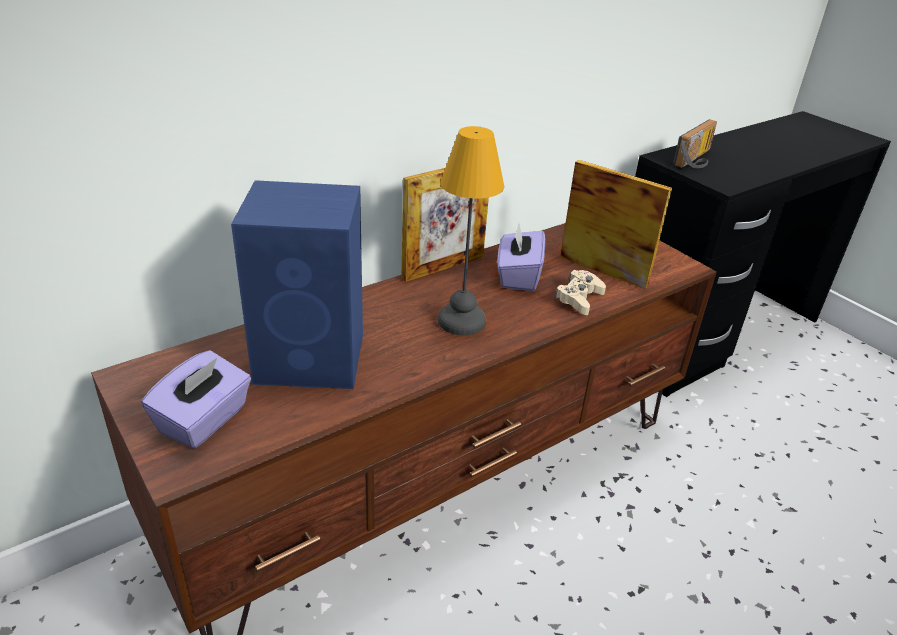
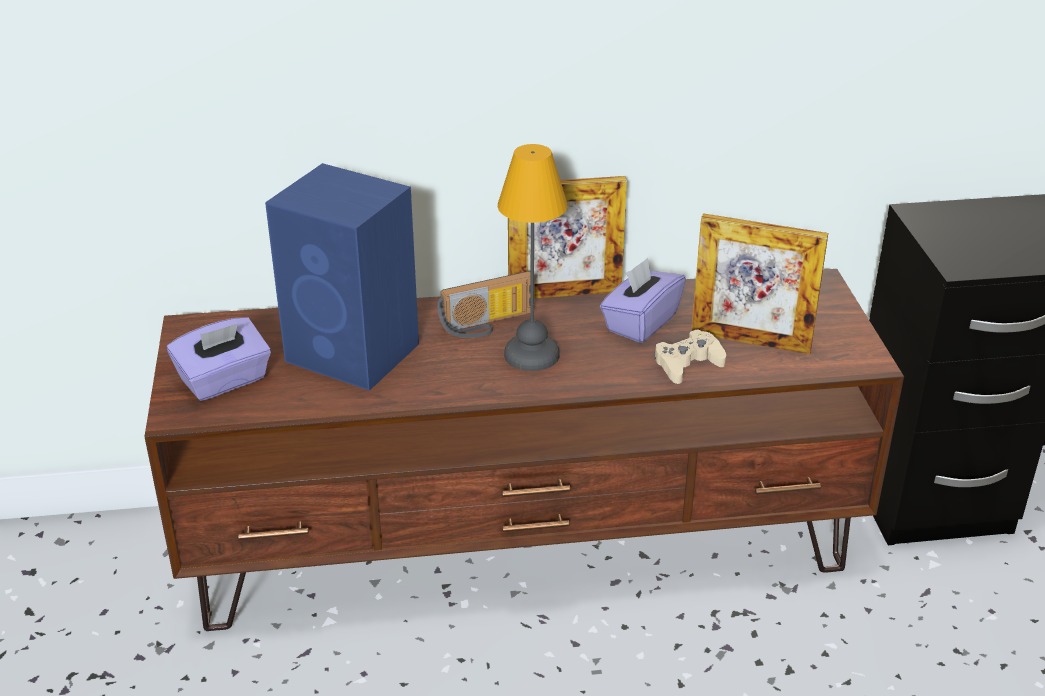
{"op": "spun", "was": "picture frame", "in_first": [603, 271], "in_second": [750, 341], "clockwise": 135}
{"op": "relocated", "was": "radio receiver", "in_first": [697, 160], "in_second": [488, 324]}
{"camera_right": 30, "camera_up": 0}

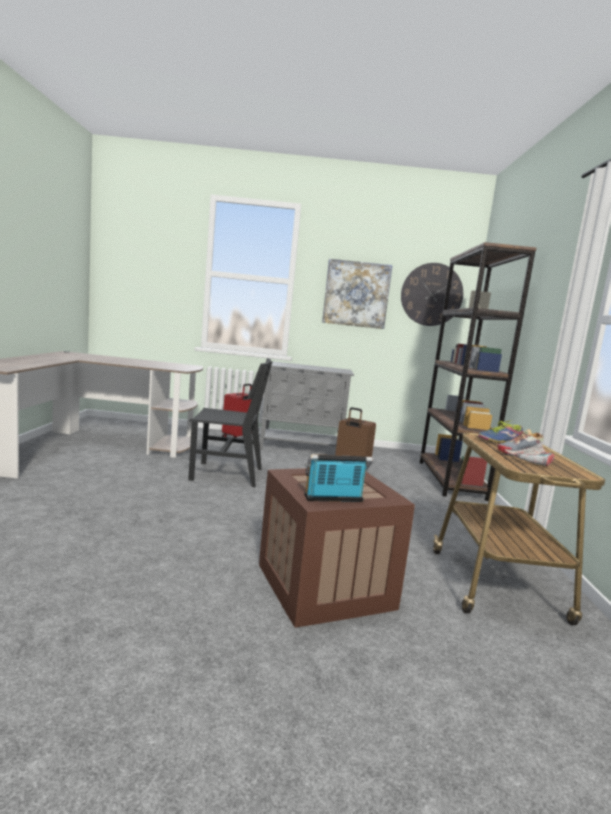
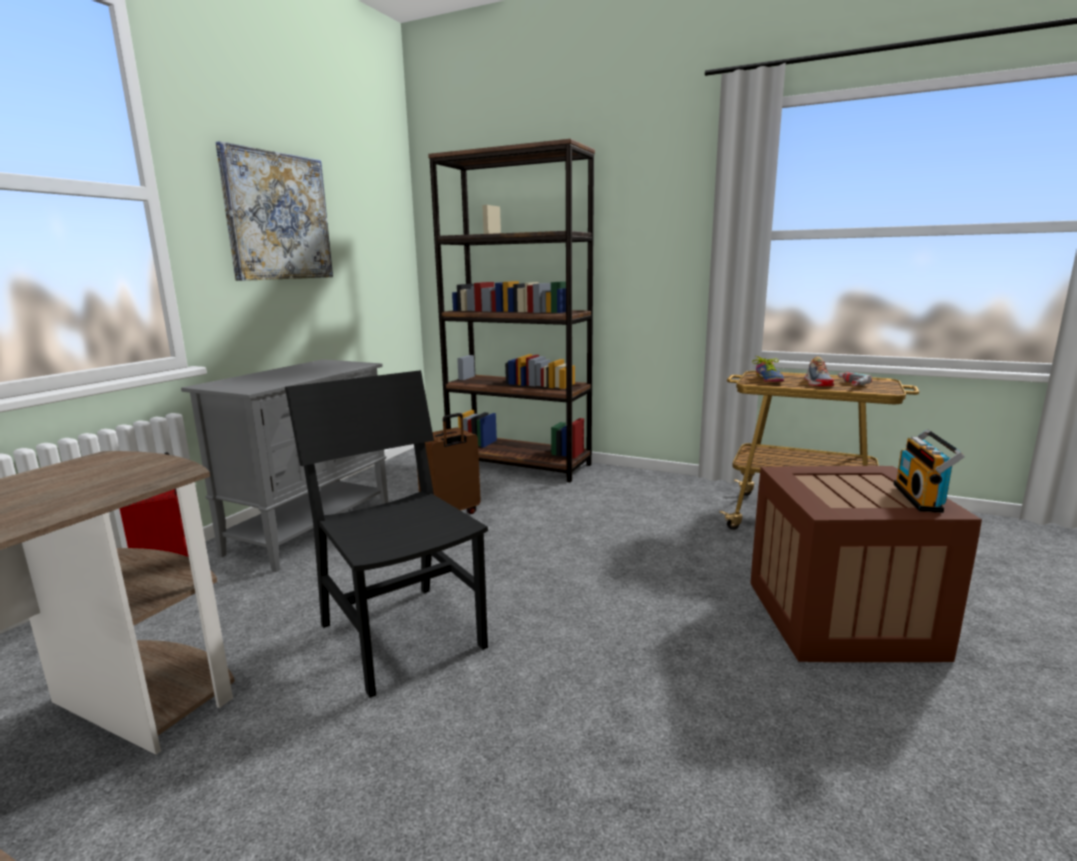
{"op": "spun", "was": "plain chair (black)", "in_first": [227, 474], "in_second": [402, 635], "clockwise": -60}
{"op": "missing", "was": "hanging clock", "in_first": [431, 294]}
{"camera_right": -65, "camera_up": 5}

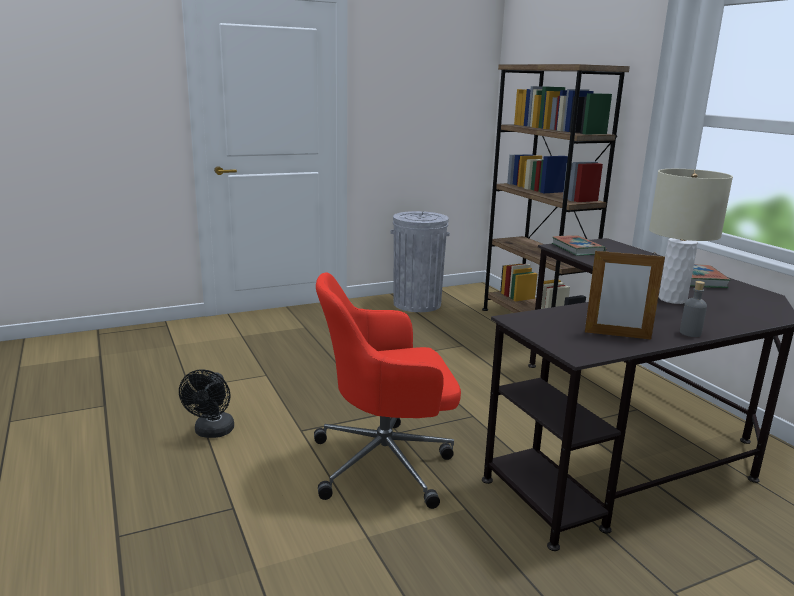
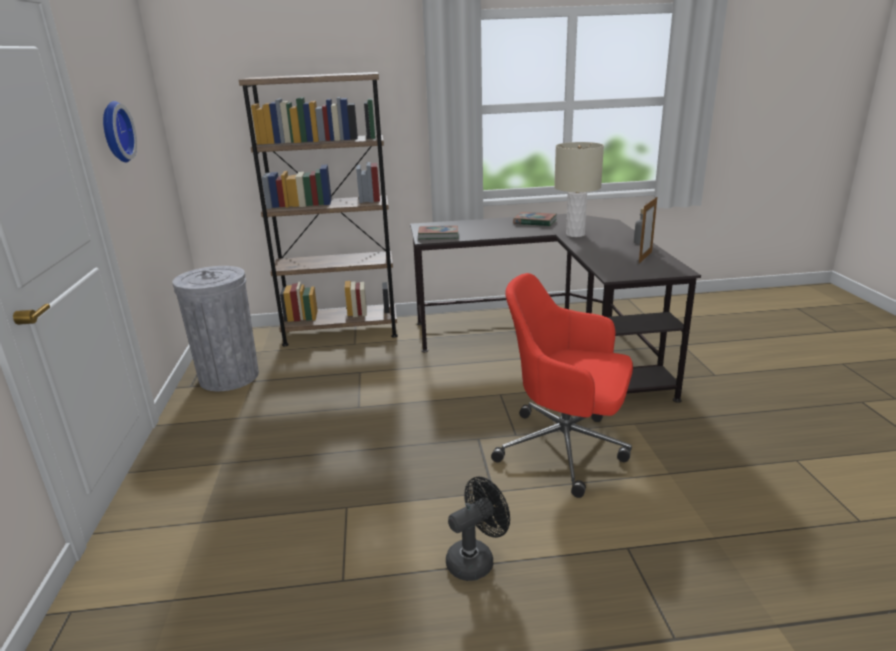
{"op": "spun", "was": "cooling fan (black)", "in_first": [212, 432], "in_second": [476, 559], "clockwise": -60}
{"op": "spun", "was": "desk chair (red)", "in_first": [386, 463], "in_second": [566, 449], "clockwise": 105}
{"op": "appeared", "now": "hanging clock", "in_second": [114, 132]}
{"camera_right": -70, "camera_up": 5}

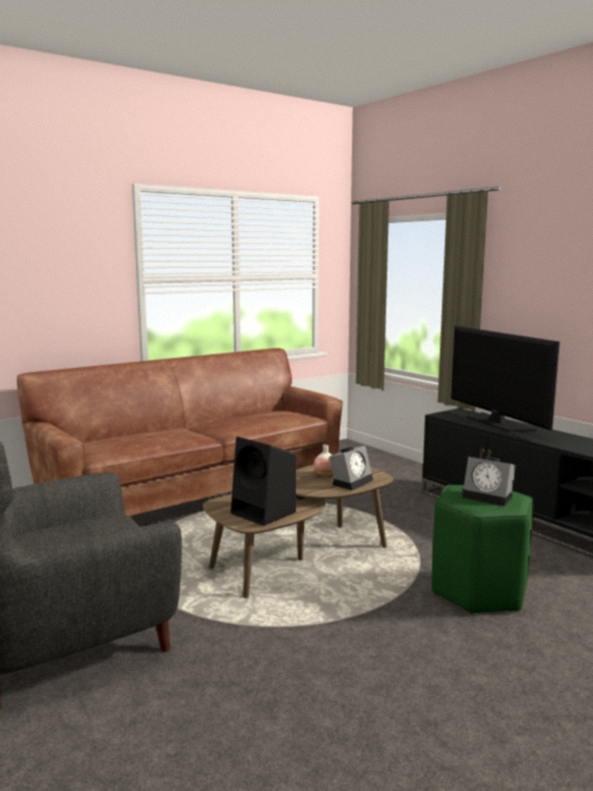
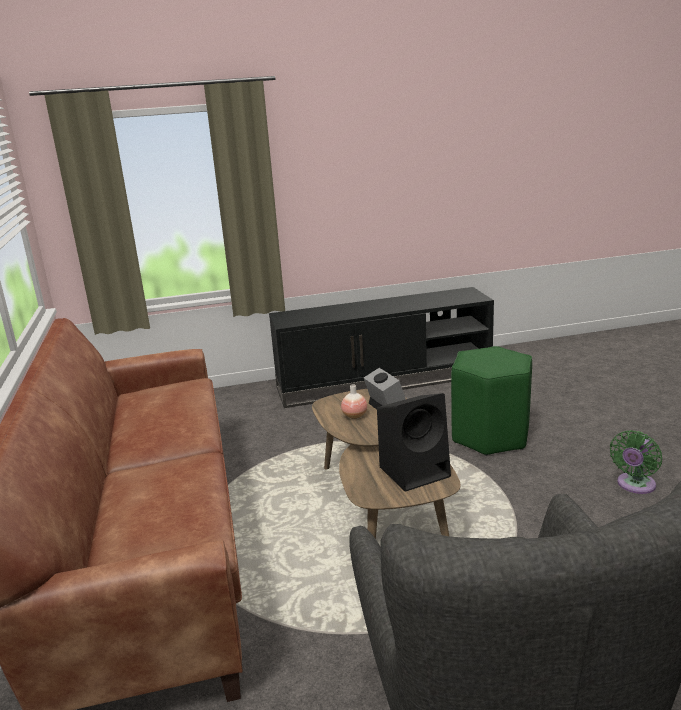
{"op": "missing", "was": "television", "in_first": [497, 422]}
{"op": "missing", "was": "bedside clock", "in_first": [489, 497]}
{"op": "appeared", "now": "cooling fan (greenish)", "in_second": [634, 485]}
{"camera_right": -65, "camera_up": 10}

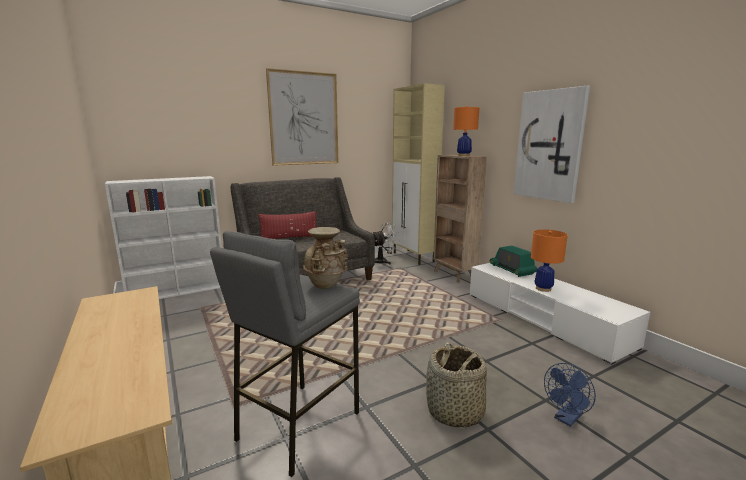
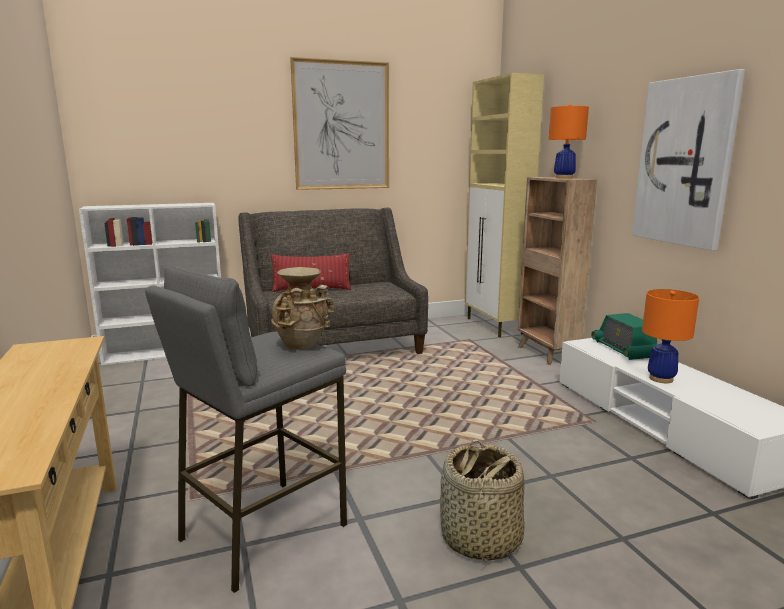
{"op": "missing", "was": "cooling fan (white-coloured)", "in_first": [383, 261]}
{"op": "missing", "was": "cooling fan (blue-coloured)", "in_first": [566, 419]}
{"camera_right": 10, "camera_up": 0}

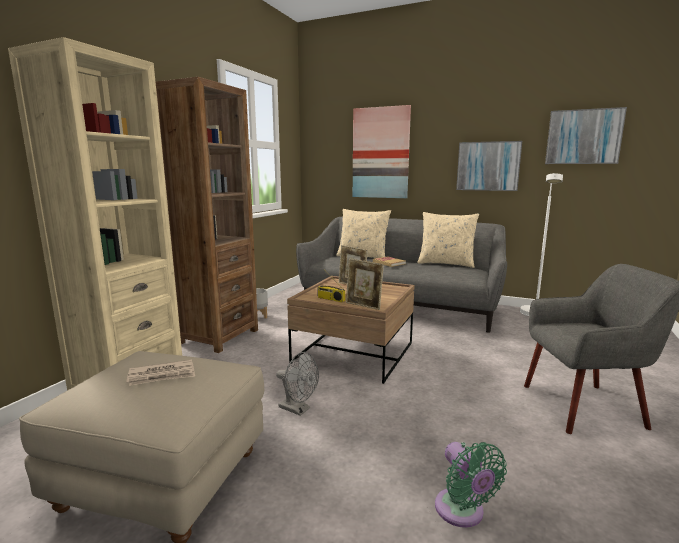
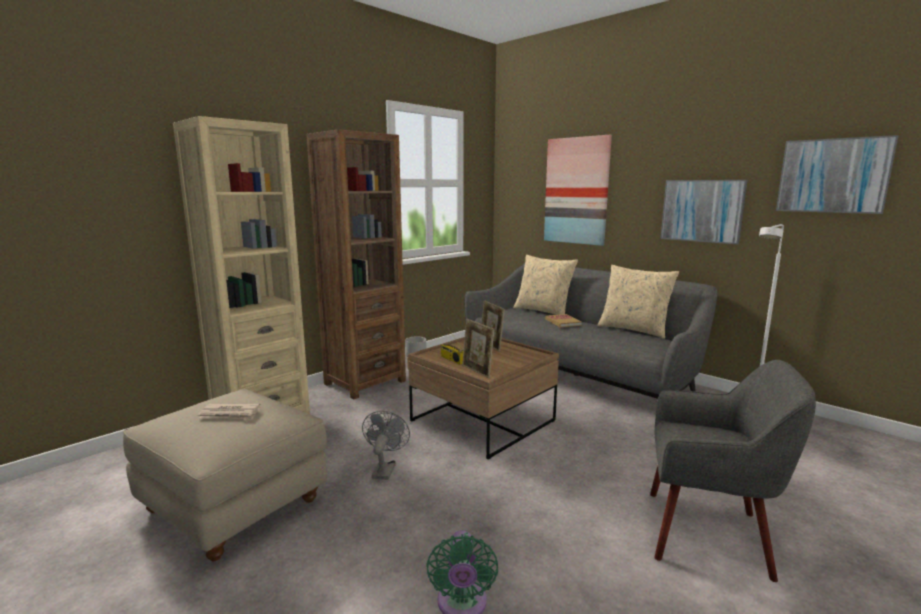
{"op": "spun", "was": "cooling fan (gray)", "in_first": [298, 409], "in_second": [385, 469], "clockwise": -135}
{"camera_right": 20, "camera_up": 0}

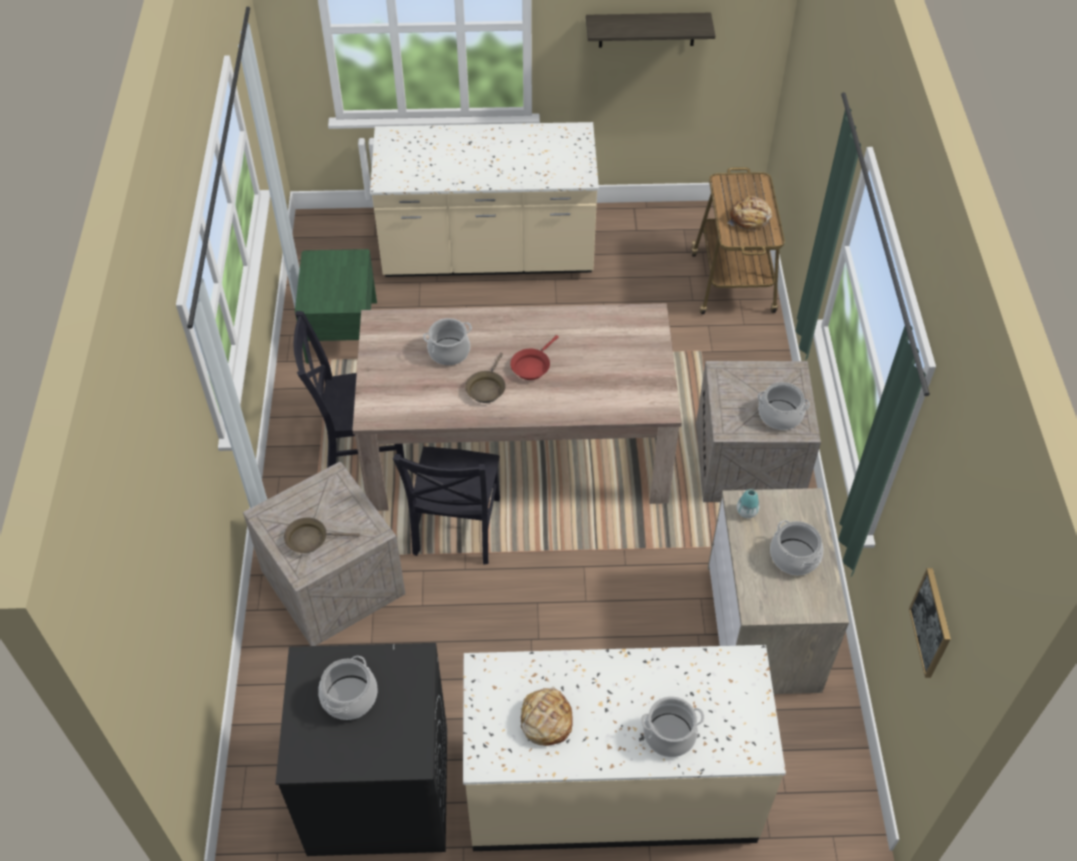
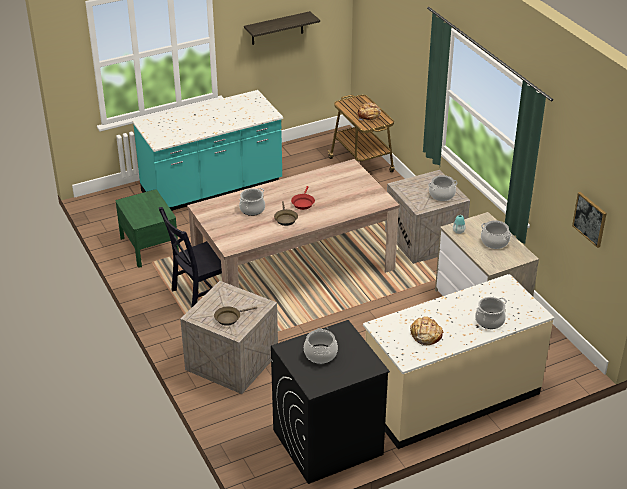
{"op": "colour", "was": "kitchen counter (beige-coloured)", "now": "kitchen counter (blue-green)", "in_first": [488, 255], "in_second": [212, 188]}
{"op": "missing", "was": "plain chair (black)", "in_first": [456, 530]}
{"camera_right": -25, "camera_up": -15}

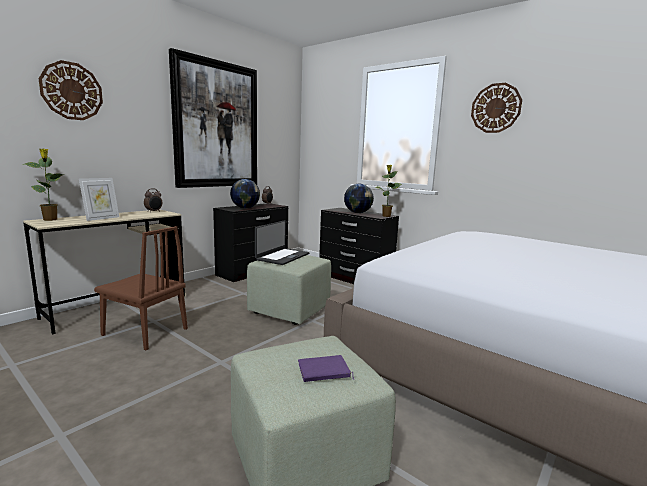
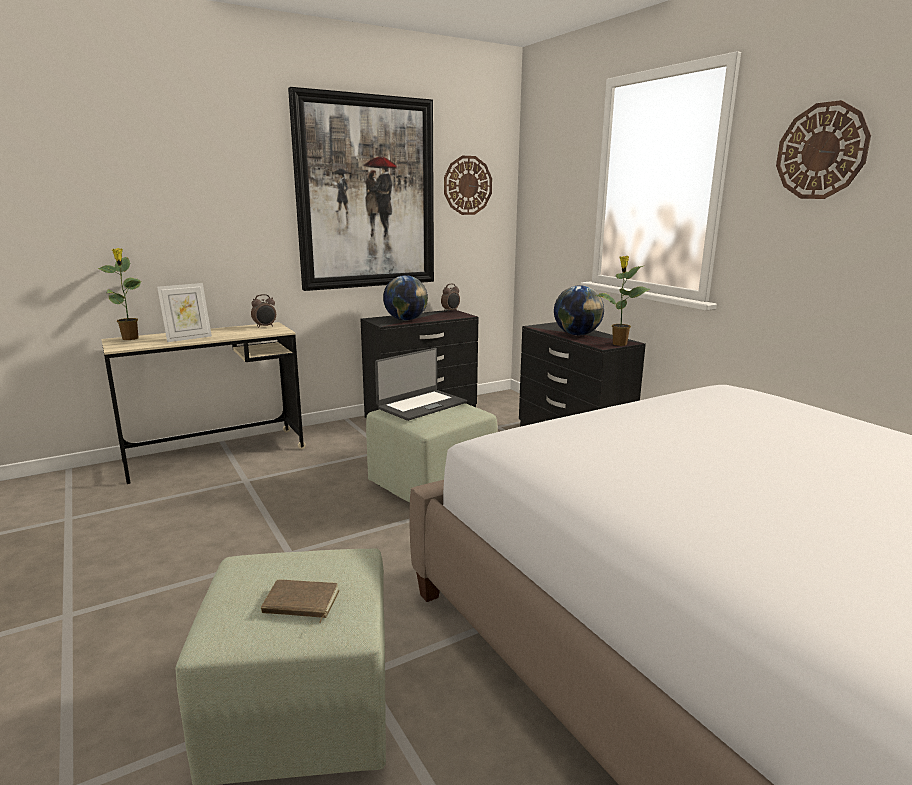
{"op": "relocated", "was": "hanging clock", "in_first": [72, 91], "in_second": [467, 185]}
{"op": "missing", "was": "plain chair (brown)", "in_first": [145, 332]}
{"op": "colour", "was": "volume (purple-coloured)", "now": "volume (brown)", "in_first": [324, 372], "in_second": [300, 604]}
{"camera_right": 20, "camera_up": 5}

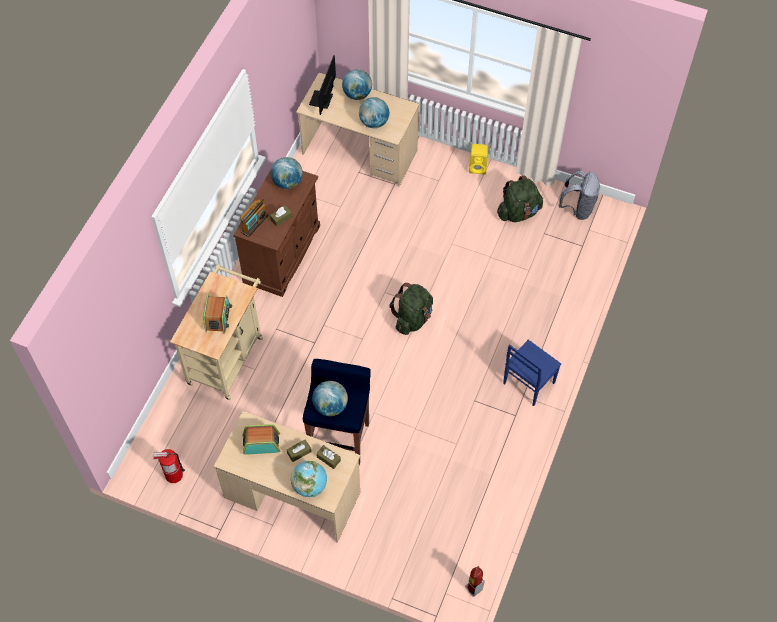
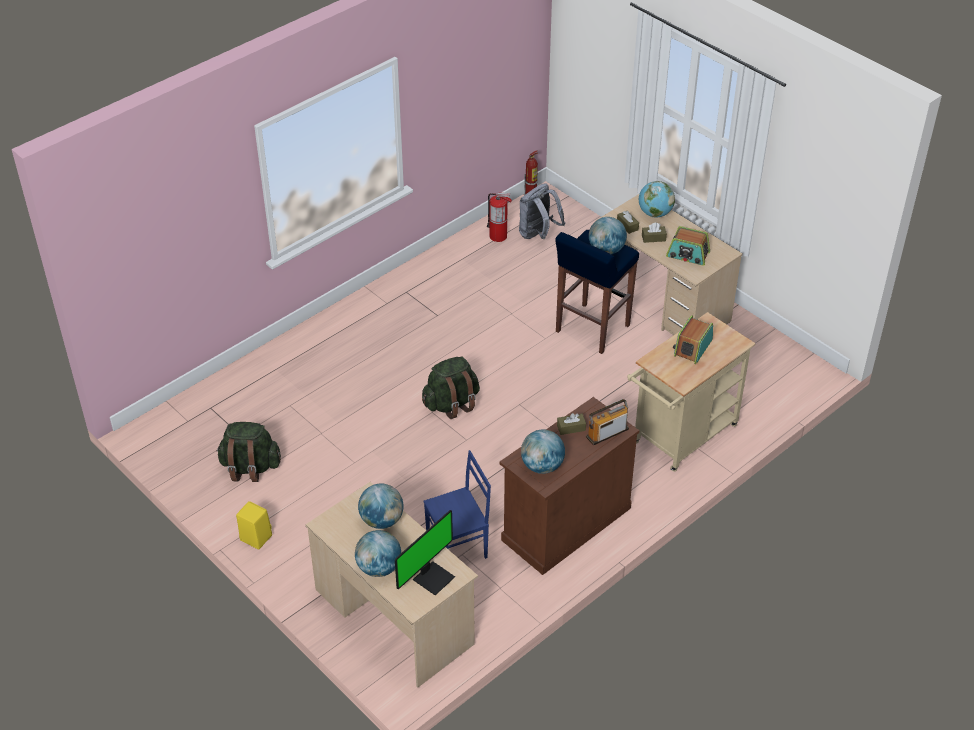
{"op": "relocated", "was": "extinguisher", "in_first": [173, 475], "in_second": [498, 236]}
{"op": "relocated", "was": "plain chair (blue-coloured)", "in_first": [527, 383], "in_second": [458, 547]}
{"op": "relocated", "was": "backpack (gray)", "in_first": [578, 208], "in_second": [538, 234]}
{"camera_right": -155, "camera_up": -15}

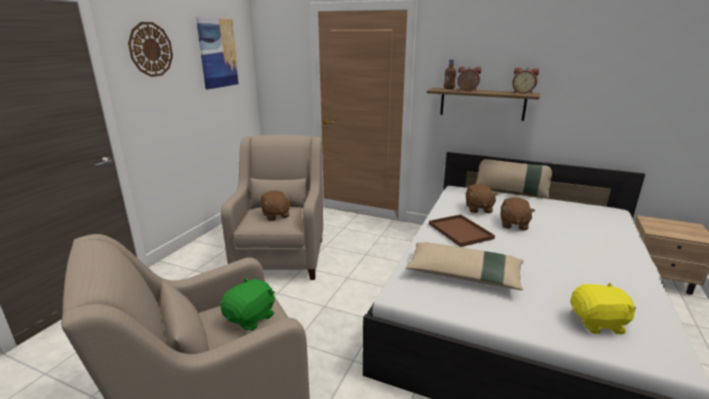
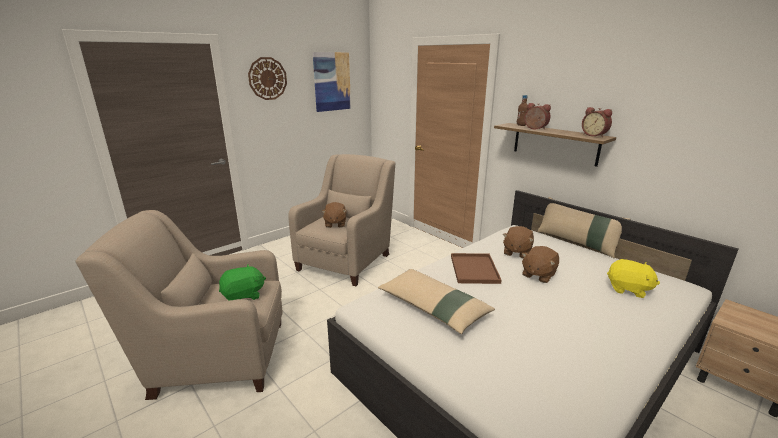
{"op": "relocated", "was": "cuddly toy (yellow-coloured)", "in_first": [598, 323], "in_second": [628, 289]}
{"camera_right": 25, "camera_up": 0}

